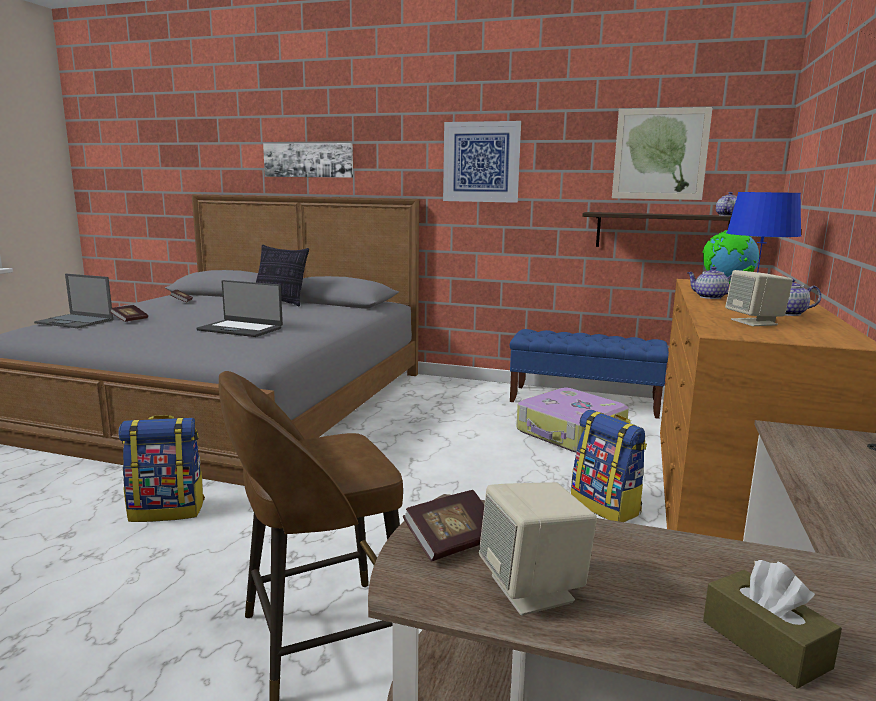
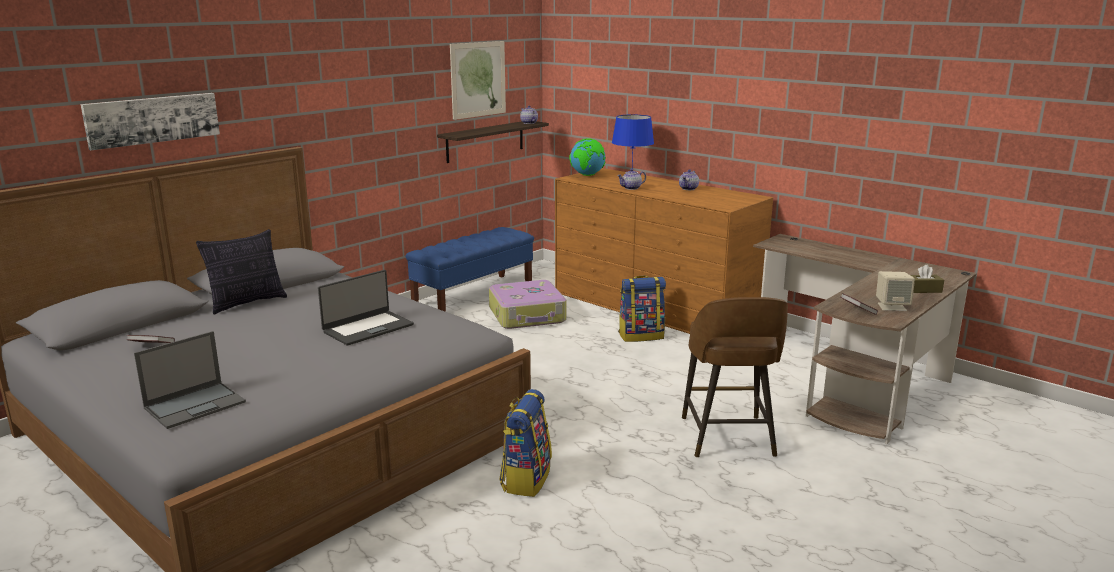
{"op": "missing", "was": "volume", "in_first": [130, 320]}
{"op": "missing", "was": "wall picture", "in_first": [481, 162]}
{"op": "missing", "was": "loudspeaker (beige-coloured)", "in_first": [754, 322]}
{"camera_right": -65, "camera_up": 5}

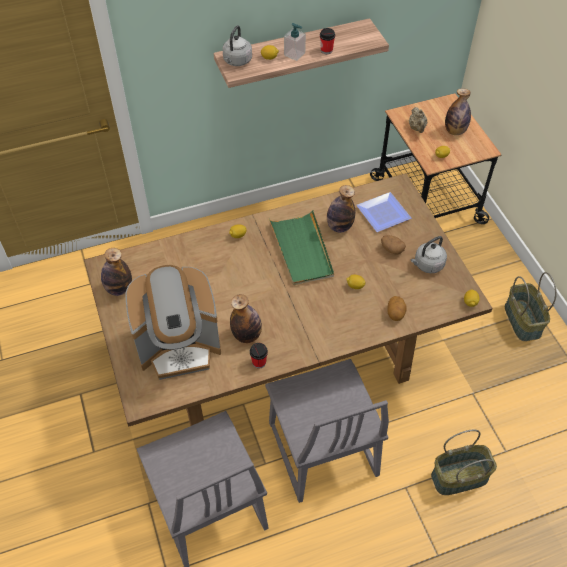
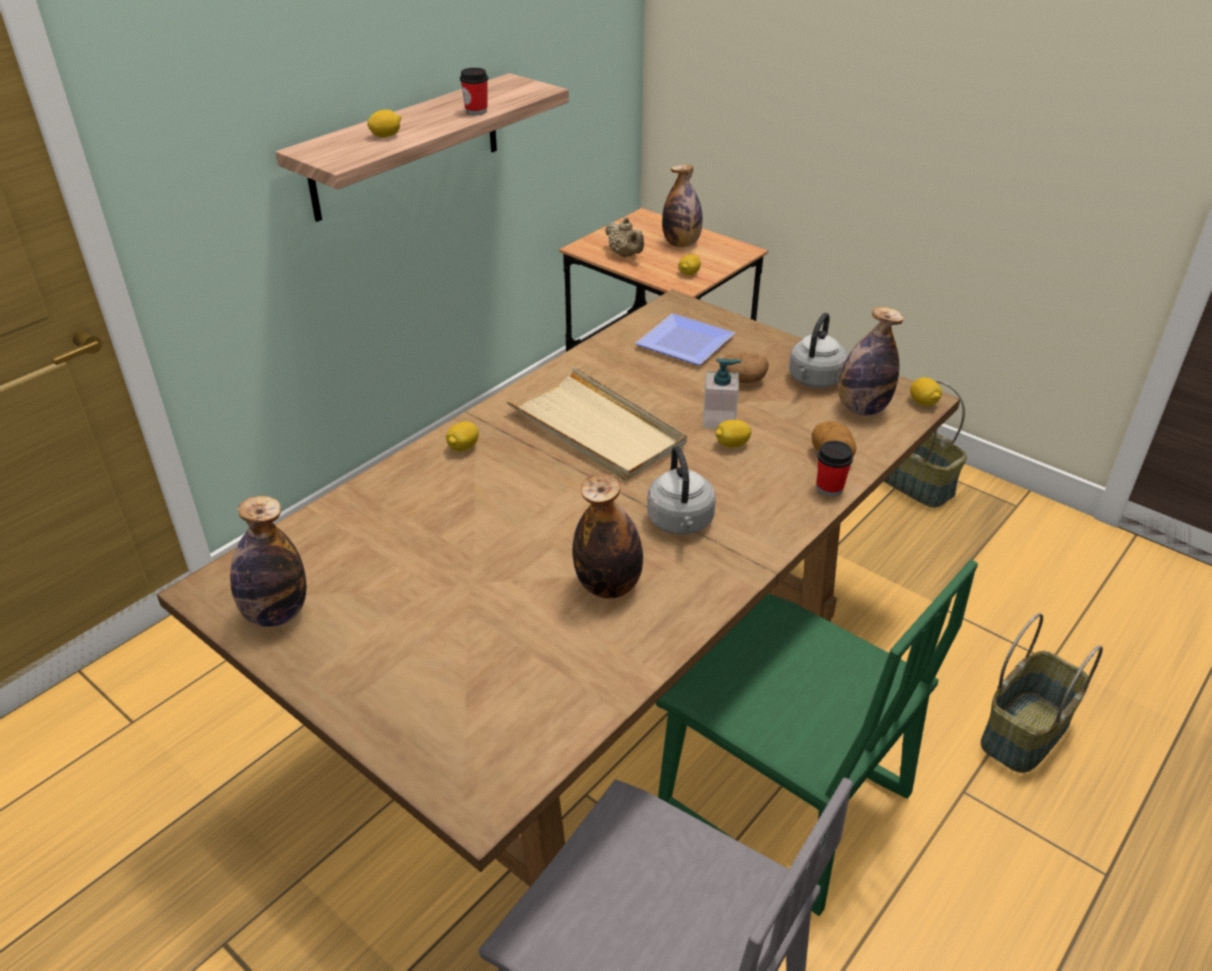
{"op": "missing", "was": "coffee brewer", "in_first": [179, 347]}
{"op": "relocated", "was": "tea kettle (gray)", "in_first": [237, 61], "in_second": [681, 523]}
{"op": "relocated", "was": "small cup", "in_first": [259, 362], "in_second": [829, 488]}
{"op": "colour", "was": "plain chair (gray)", "now": "plain chair (greenish)", "in_first": [321, 450], "in_second": [782, 802]}
{"op": "colour", "was": "serving tray (greenish)", "now": "serving tray (beige-coloured)", "in_first": [302, 250], "in_second": [597, 429]}
{"op": "relocated", "was": "liquid soap bottle", "in_first": [294, 54], "in_second": [719, 420]}
{"op": "relocated", "was": "beverage bottle", "in_first": [339, 227], "in_second": [862, 409]}
{"camera_right": -30, "camera_up": -15}

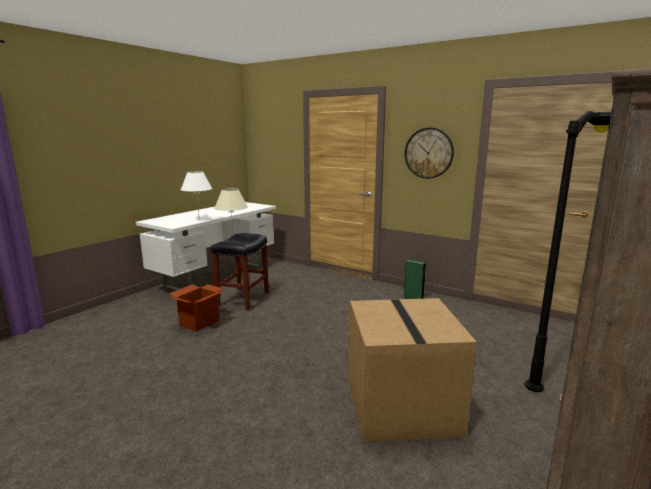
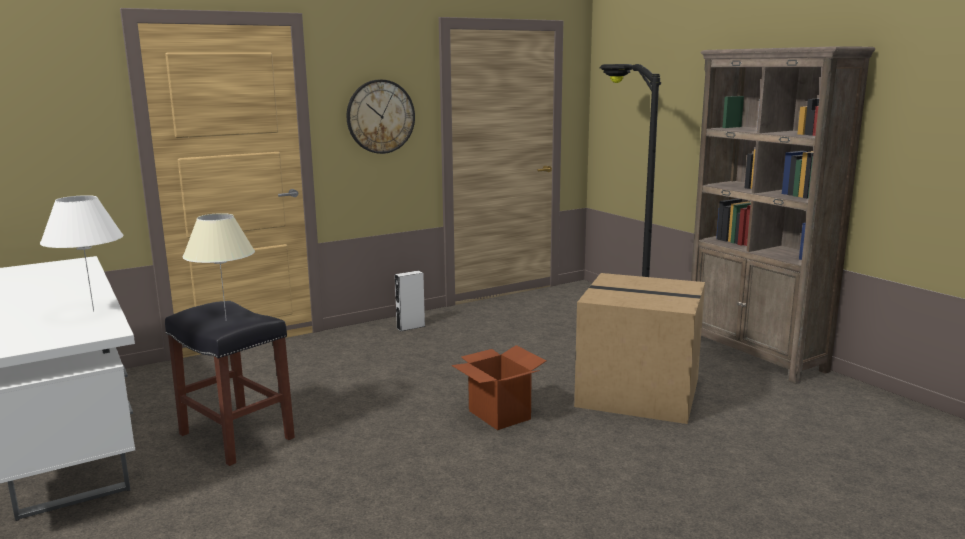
{"op": "relocated", "was": "carton", "in_first": [199, 323], "in_second": [499, 415]}
{"op": "colour", "was": "loudspeaker (greenish)", "now": "loudspeaker (gray)", "in_first": [413, 298], "in_second": [410, 327]}
{"camera_right": -65, "camera_up": 0}

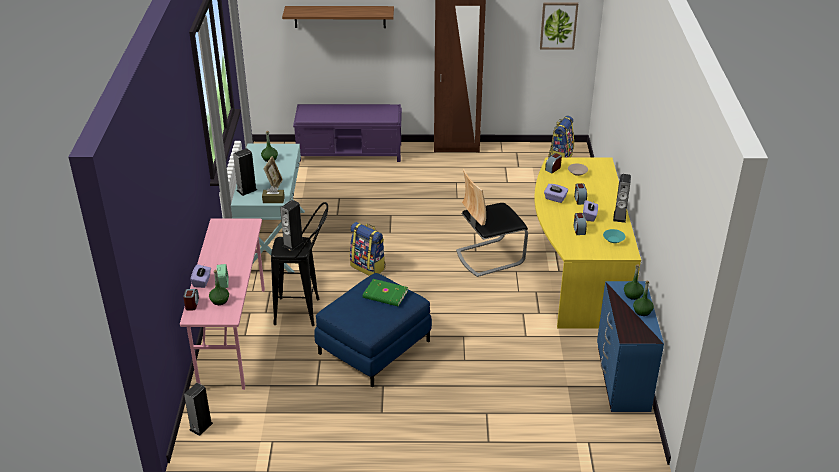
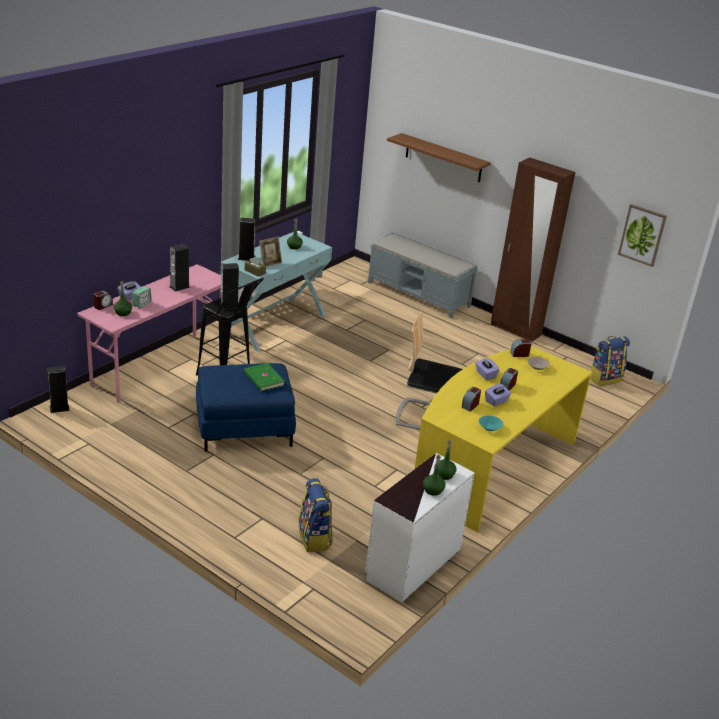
{"op": "colour", "was": "indoor bench (purple-coloured)", "now": "indoor bench (gray)", "in_first": [350, 152], "in_second": [419, 294]}
{"op": "relocated", "was": "backpack", "in_first": [368, 267], "in_second": [315, 538]}
{"op": "colour", "was": "dresser (blue-coloured)", "now": "dresser (white-coloured)", "in_first": [622, 379], "in_second": [412, 563]}
{"op": "relocated", "was": "loudspeaker", "in_first": [619, 216], "in_second": [179, 287]}
{"camera_right": 35, "camera_up": -5}

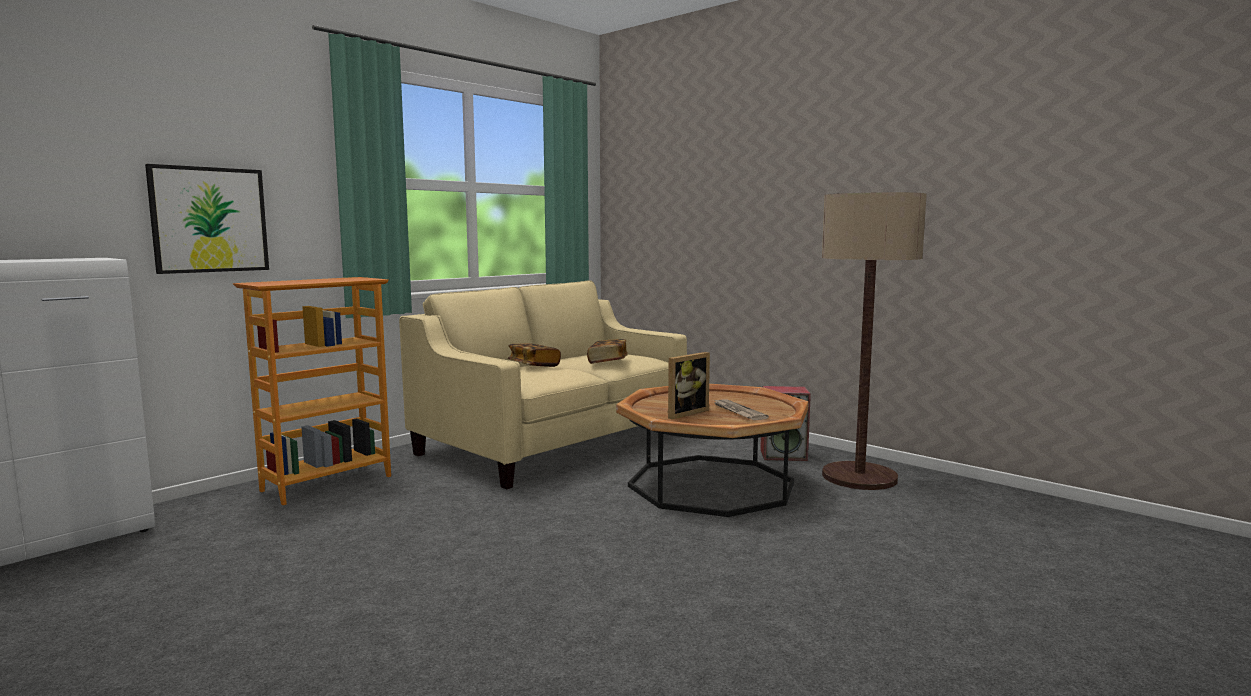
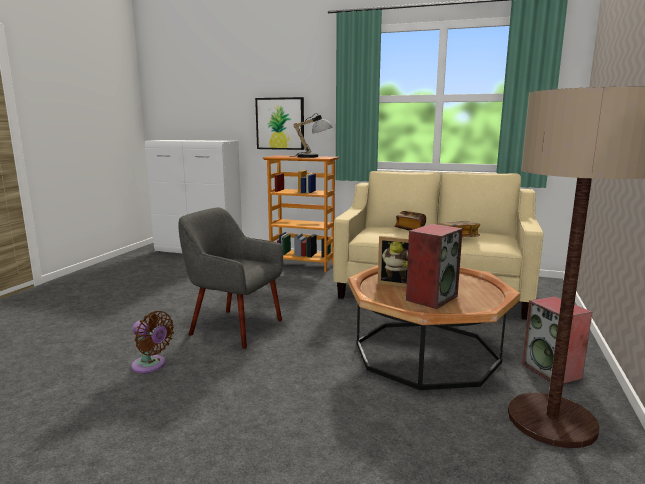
{"op": "exchanged", "was": "newspaper", "now": "loudspeaker", "in_first": [738, 412], "in_second": [431, 298]}
{"op": "appeared", "now": "cooling fan (brown)", "in_second": [151, 365]}
{"op": "appeared", "now": "lounge chair (gray)", "in_second": [235, 327]}
{"op": "appeared", "now": "tabletop lamp", "in_second": [313, 157]}
{"camera_right": 65, "camera_up": 5}

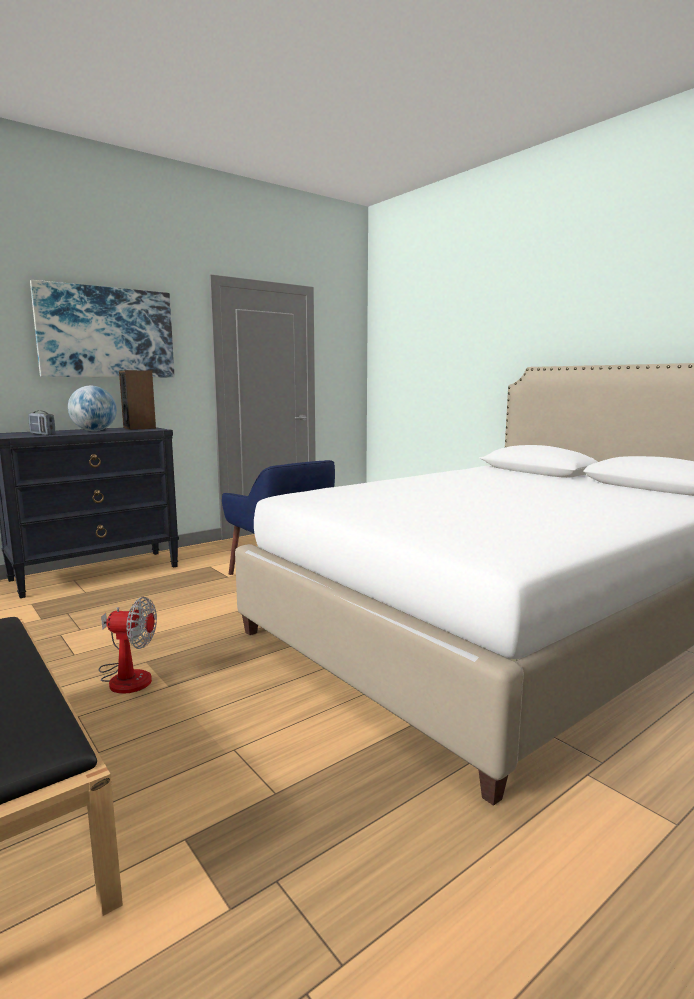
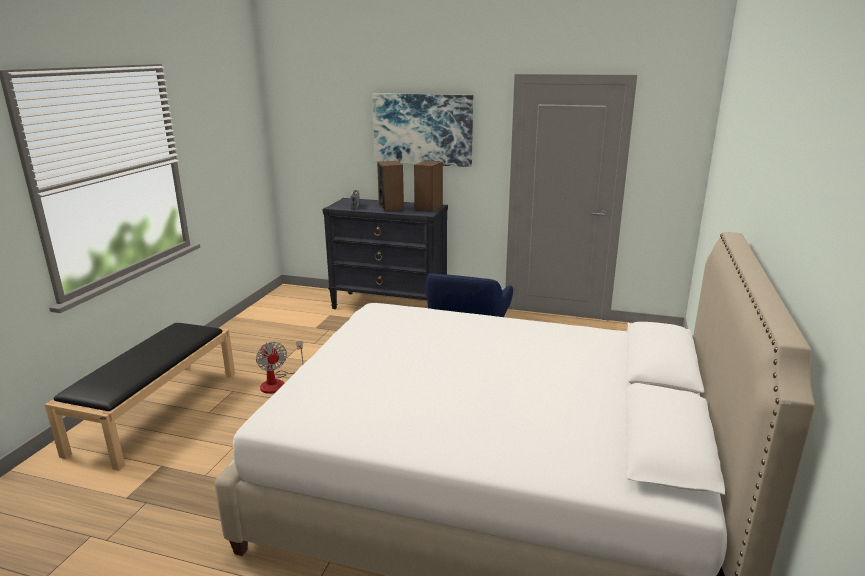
{"op": "exchanged", "was": "world globe", "now": "loudspeaker", "in_first": [94, 431], "in_second": [391, 207]}
{"camera_right": 55, "camera_up": 10}

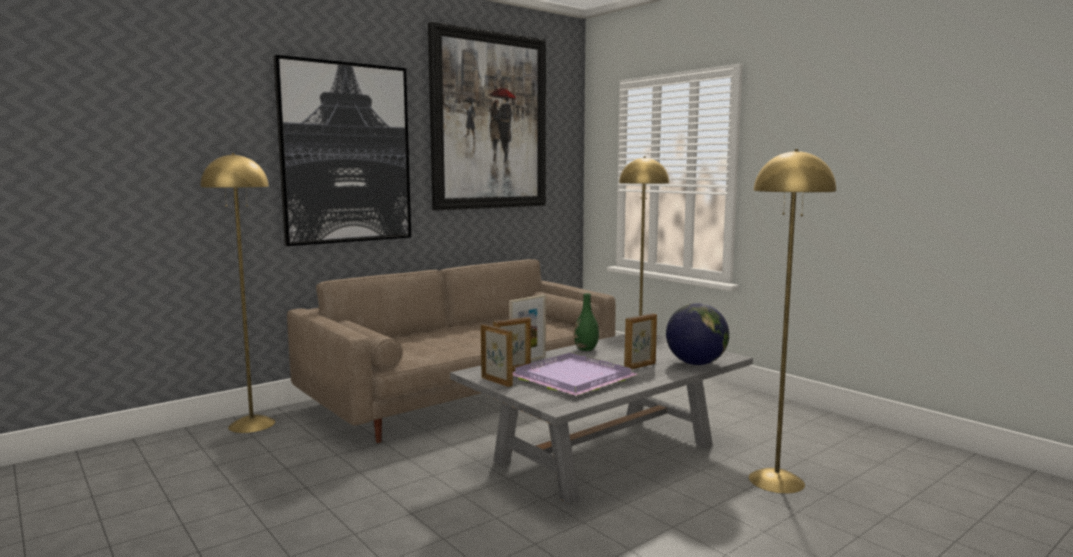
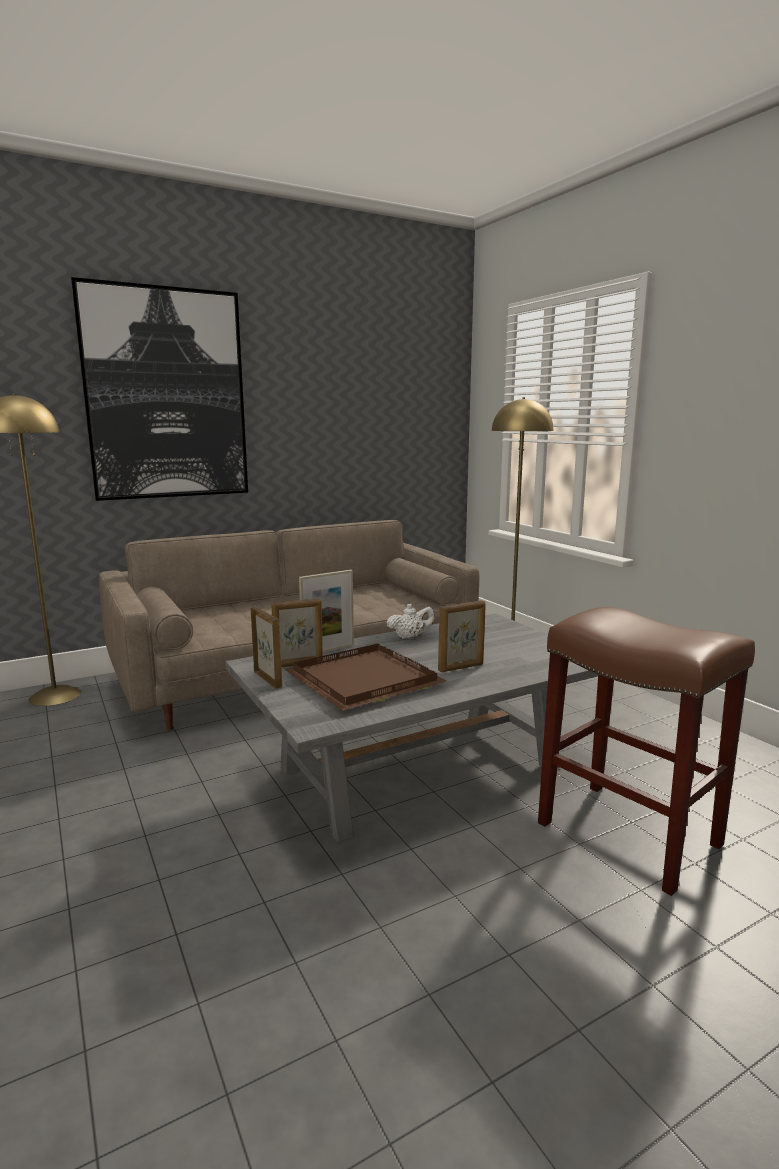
{"op": "missing", "was": "wall picture", "in_first": [489, 121]}
{"op": "colour", "was": "serving tray (purple-coloured)", "now": "serving tray (brown)", "in_first": [570, 378], "in_second": [360, 680]}
{"op": "exchanged", "was": "vase (greenish)", "now": "tea pot (white-coloured)", "in_first": [586, 349], "in_second": [410, 637]}
{"op": "missing", "was": "world globe", "in_first": [696, 364]}
{"op": "exchanged", "was": "floor lamp (yellow-coloured)", "now": "sitting stool (brown)", "in_first": [776, 481], "in_second": [625, 833]}
{"camera_right": 10, "camera_up": 5}

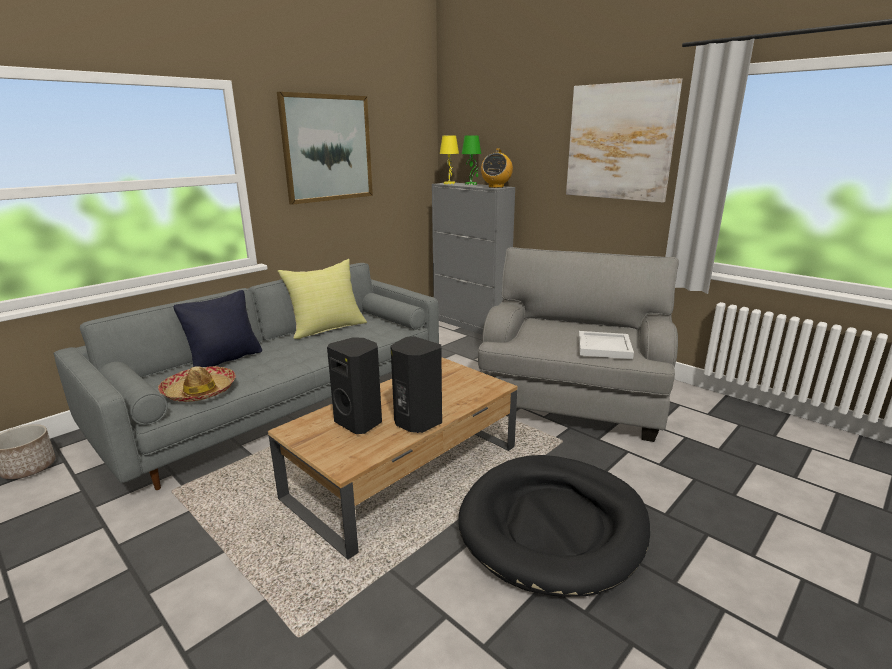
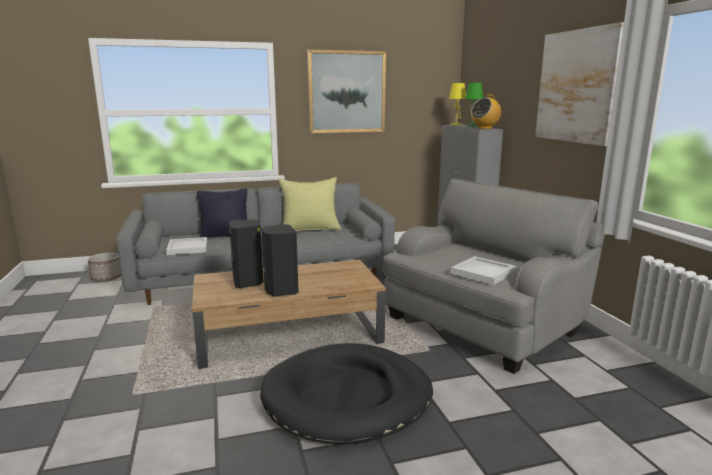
{"op": "exchanged", "was": "hat", "now": "serving tray (white-coloured)", "in_first": [199, 391], "in_second": [188, 248]}
{"camera_right": 30, "camera_up": -5}

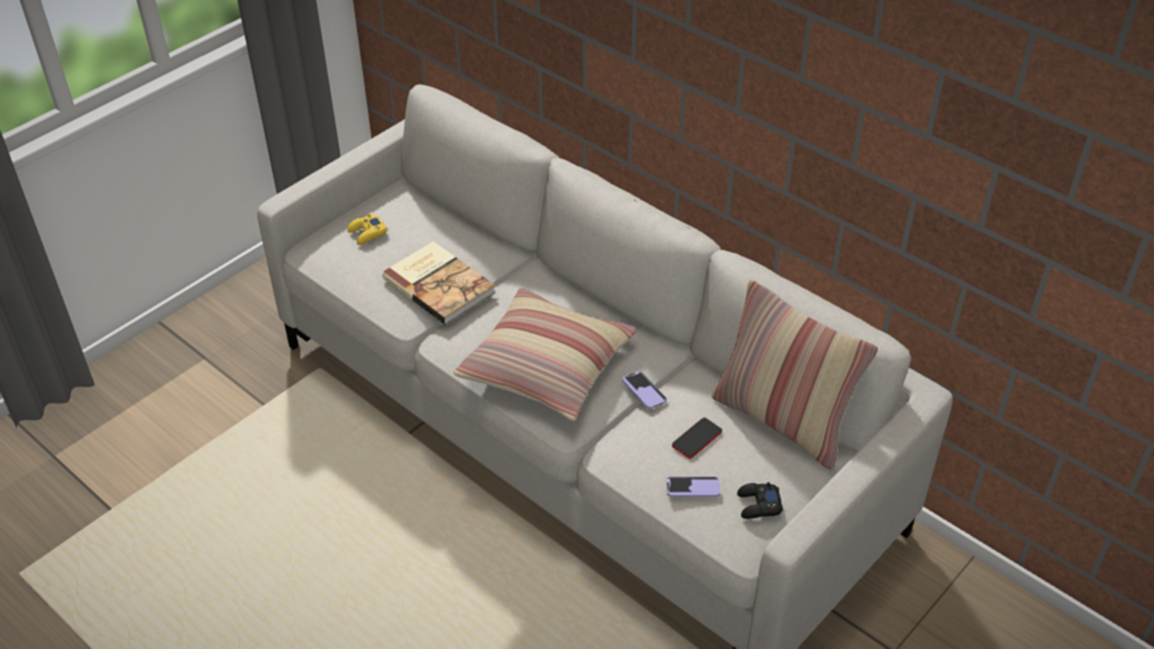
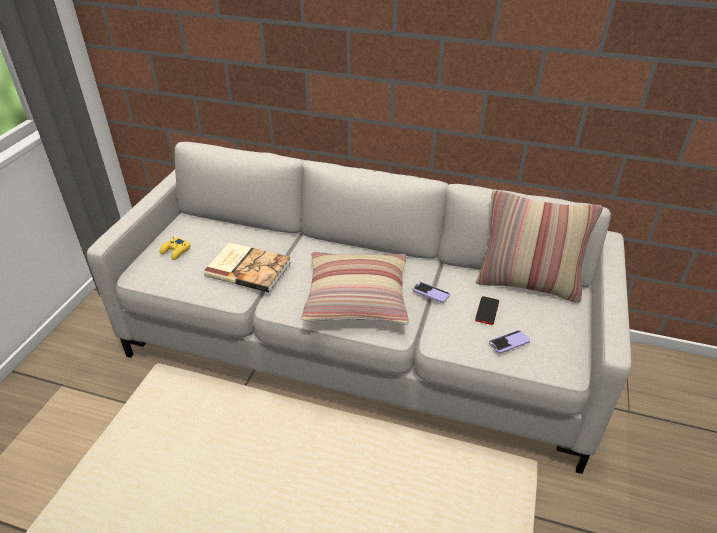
{"op": "missing", "was": "joypad (black)", "in_first": [758, 505]}
{"camera_right": -25, "camera_up": -5}

